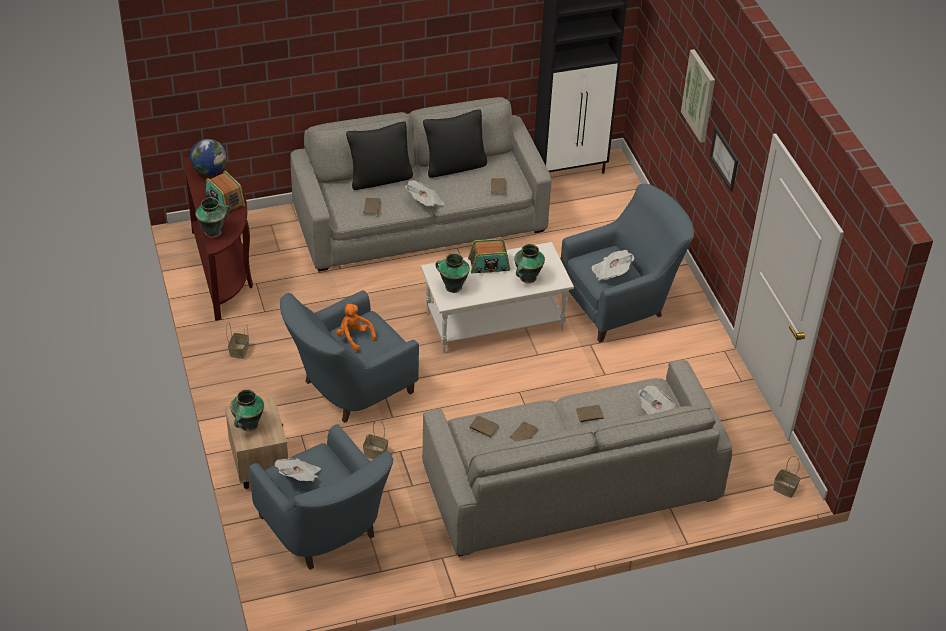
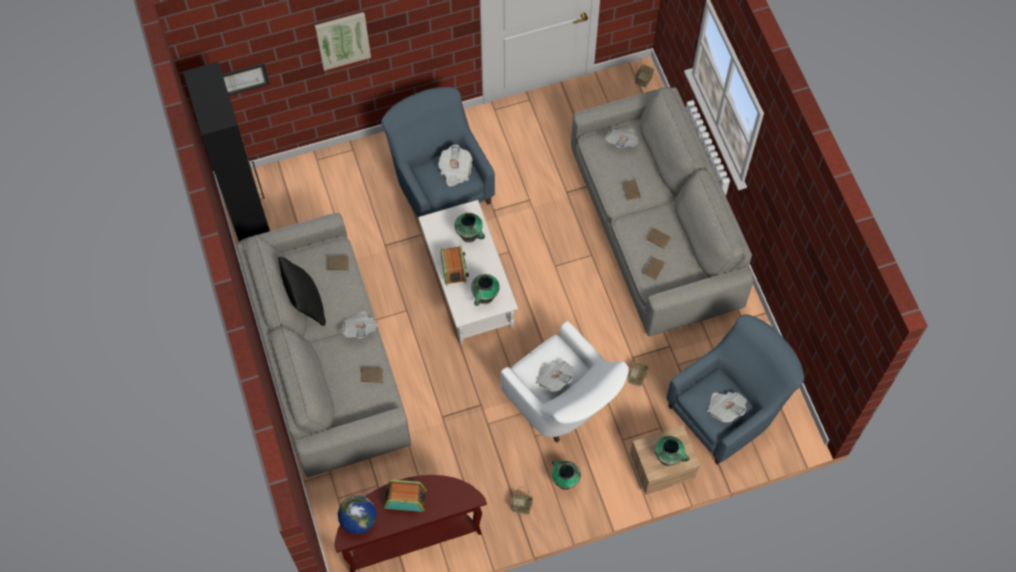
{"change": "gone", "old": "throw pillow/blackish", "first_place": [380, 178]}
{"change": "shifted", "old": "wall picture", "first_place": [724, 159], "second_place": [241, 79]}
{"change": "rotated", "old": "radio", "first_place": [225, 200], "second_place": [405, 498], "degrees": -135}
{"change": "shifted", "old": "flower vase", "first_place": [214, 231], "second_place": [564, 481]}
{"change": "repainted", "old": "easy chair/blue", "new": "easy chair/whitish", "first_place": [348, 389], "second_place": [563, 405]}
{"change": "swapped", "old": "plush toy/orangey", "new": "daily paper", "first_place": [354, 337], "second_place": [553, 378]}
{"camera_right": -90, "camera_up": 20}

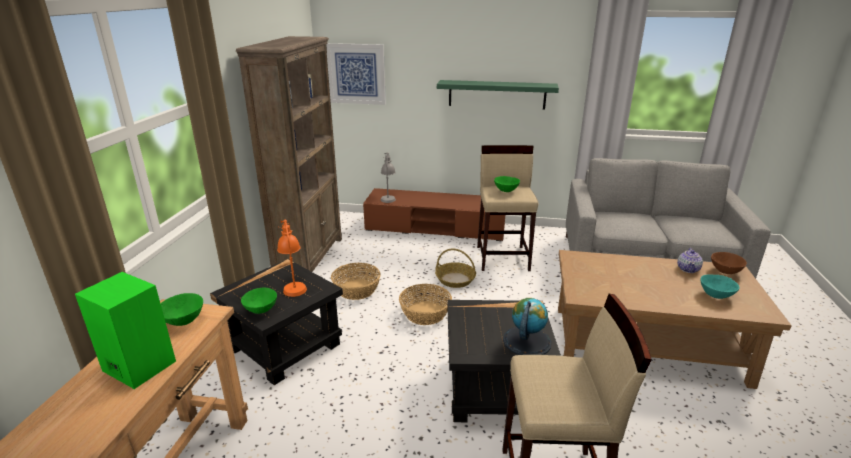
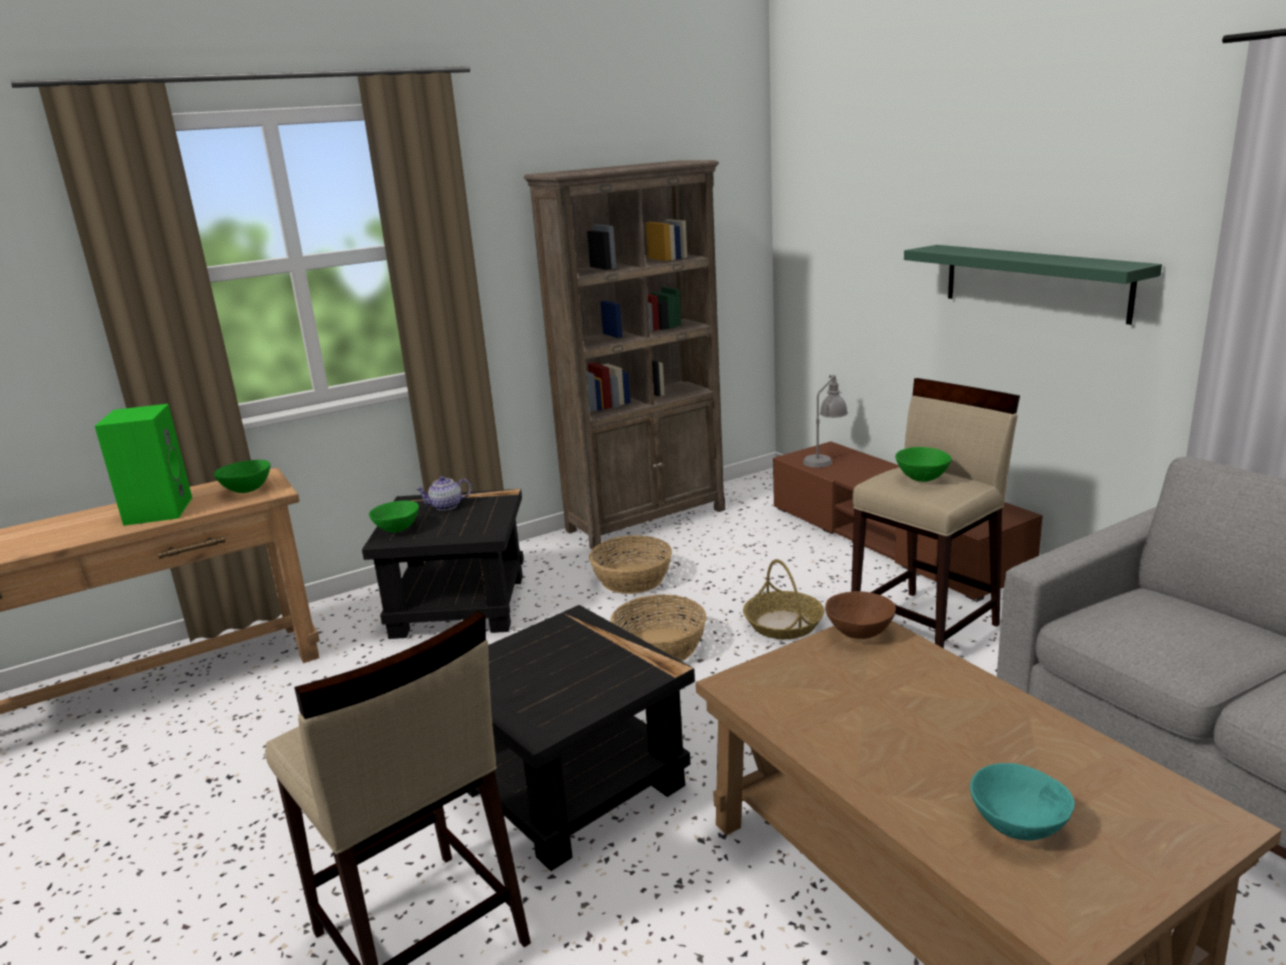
{"change": "gone", "old": "wall picture", "first_place": [356, 74]}
{"change": "gone", "old": "lamp for a table/orangey", "first_place": [293, 285]}
{"change": "shifted", "old": "pot for tea", "first_place": [688, 269], "second_place": [446, 506]}
{"change": "shifted", "old": "bowl/brownish", "first_place": [724, 271], "second_place": [859, 633]}
{"change": "gone", "old": "globe", "first_place": [526, 341]}
{"camera_right": 50, "camera_up": -5}

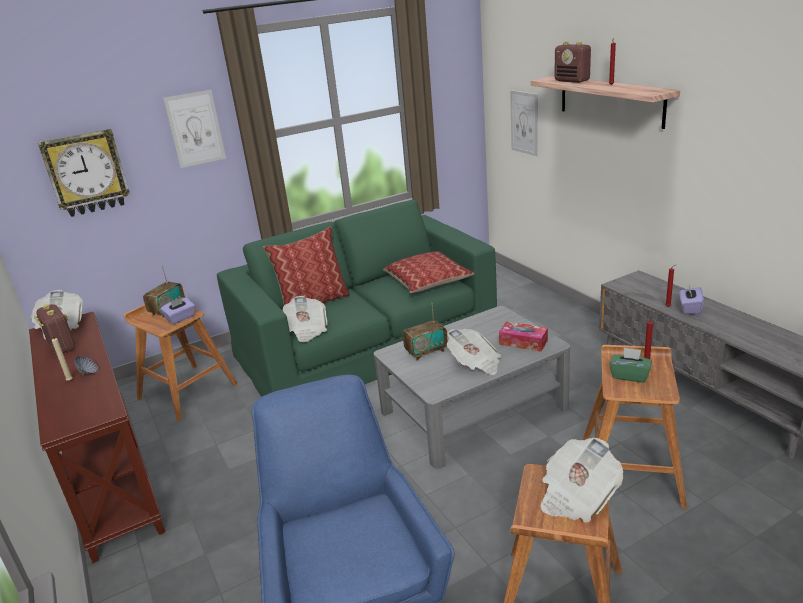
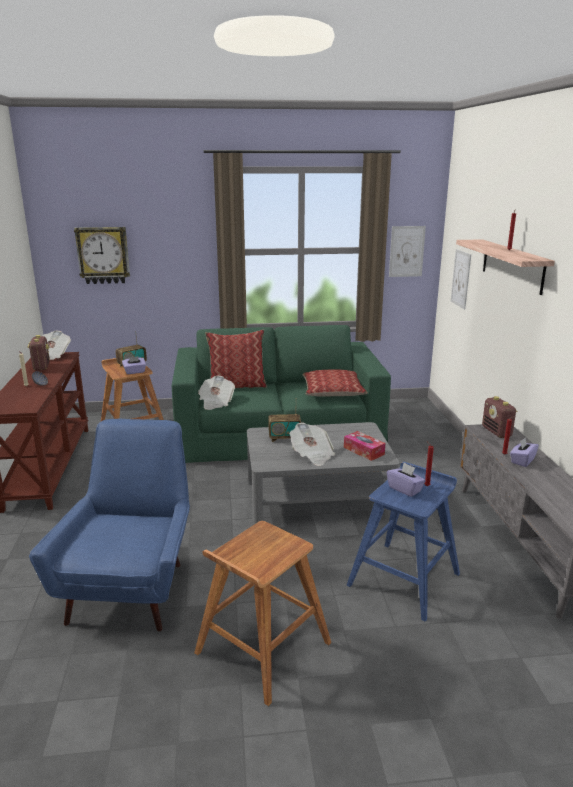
{"change": "shifted", "old": "radio", "first_place": [572, 81], "second_place": [497, 432]}
{"change": "shifted", "old": "wall picture", "first_place": [195, 129], "second_place": [406, 251]}
{"change": "repainted", "old": "sitting stool/brownish", "new": "sitting stool/blue", "first_place": [631, 469], "second_place": [404, 578]}
{"change": "repainted", "old": "tissue holder/green", "new": "tissue holder/purple", "first_place": [629, 376], "second_place": [405, 489]}
{"change": "gone", "old": "daily paper", "first_place": [577, 496]}
{"camera_right": 20, "camera_up": -5}

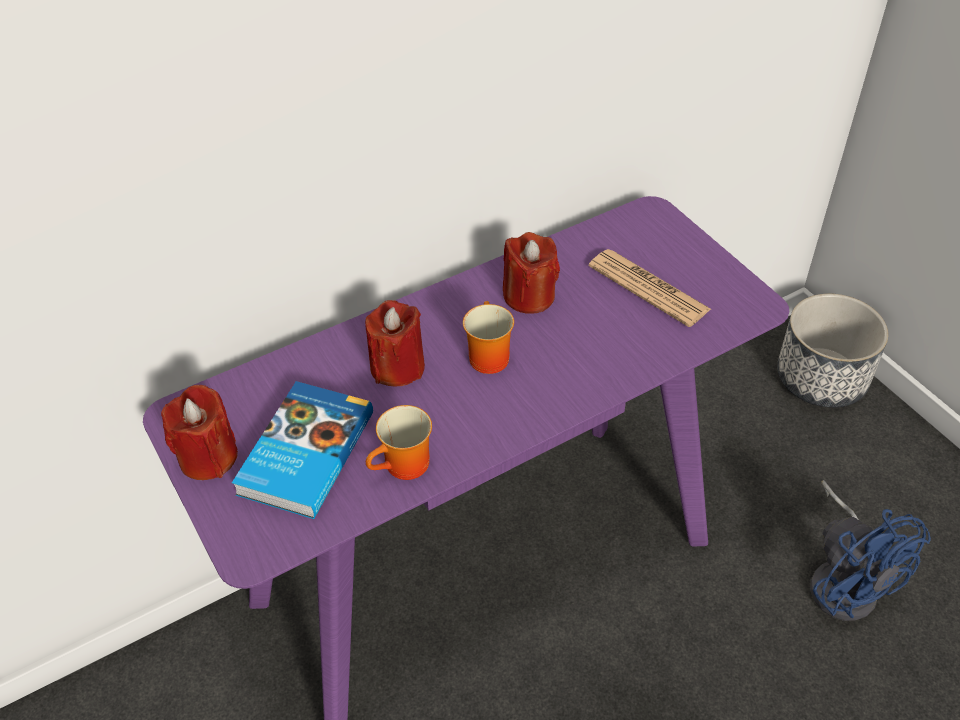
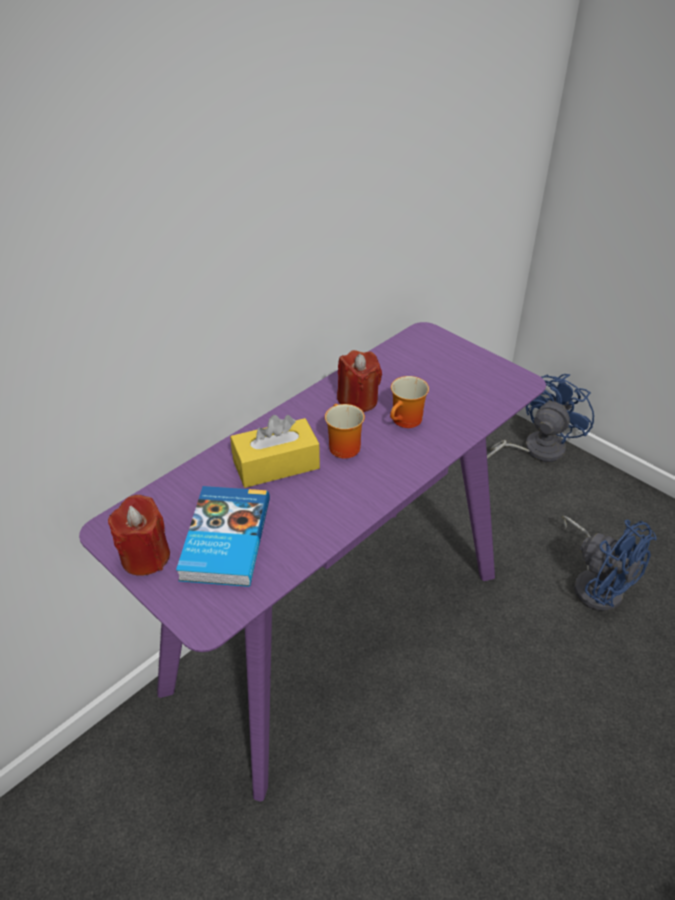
{"change": "gone", "old": "daily paper", "first_place": [648, 288]}
{"change": "swapped", "old": "plant pot", "new": "cooling fan/blue", "first_place": [820, 378], "second_place": [534, 450]}
{"change": "swapped", "old": "wax light/red", "new": "tissue holder/yellow-coloured", "first_place": [397, 367], "second_place": [276, 465]}
{"change": "shifted", "old": "coffee mug", "first_place": [405, 468], "second_place": [407, 421]}
{"camera_right": -15, "camera_up": -5}

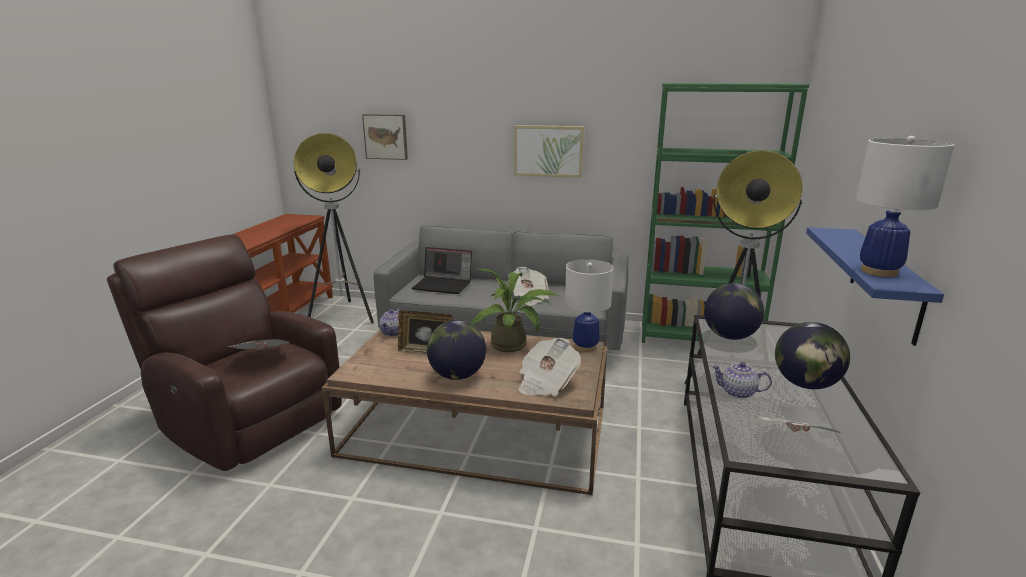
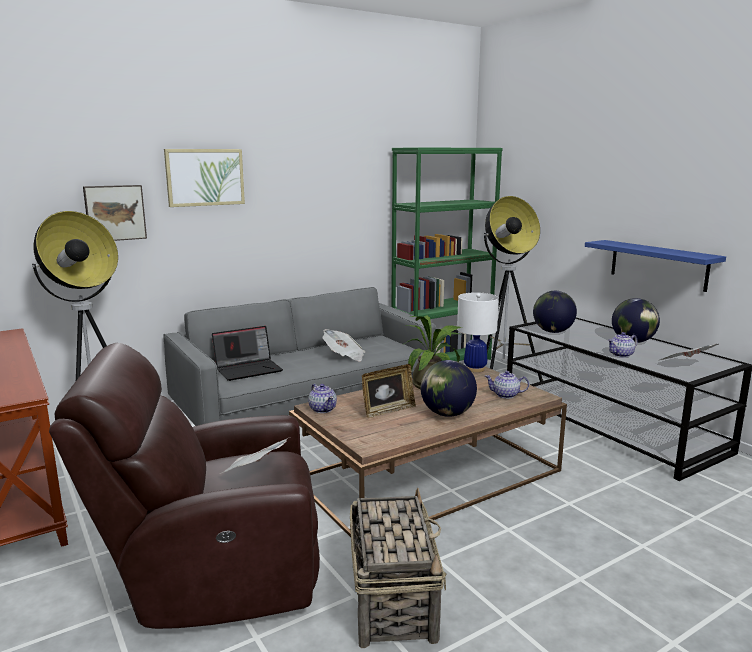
{"change": "shifted", "old": "wall picture", "first_place": [548, 151], "second_place": [205, 177]}
{"change": "gone", "old": "lamp for a table/whitish", "first_place": [879, 271]}
{"change": "swapped", "old": "daily paper", "new": "pot for tea", "first_place": [546, 383], "second_place": [506, 395]}
{"change": "new", "new": "household basket", "second_place": [392, 599]}
{"camera_right": -45, "camera_up": -5}

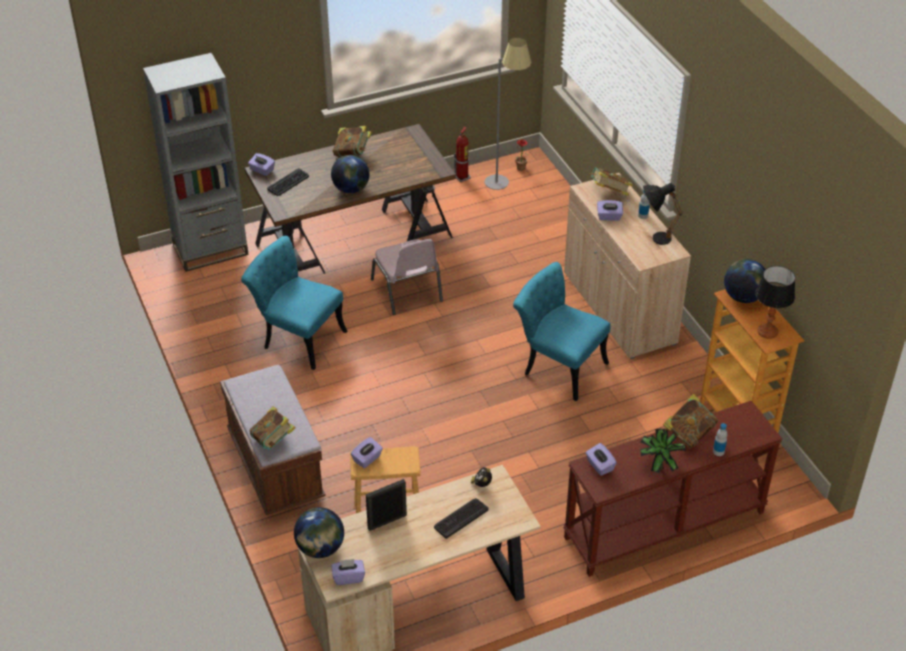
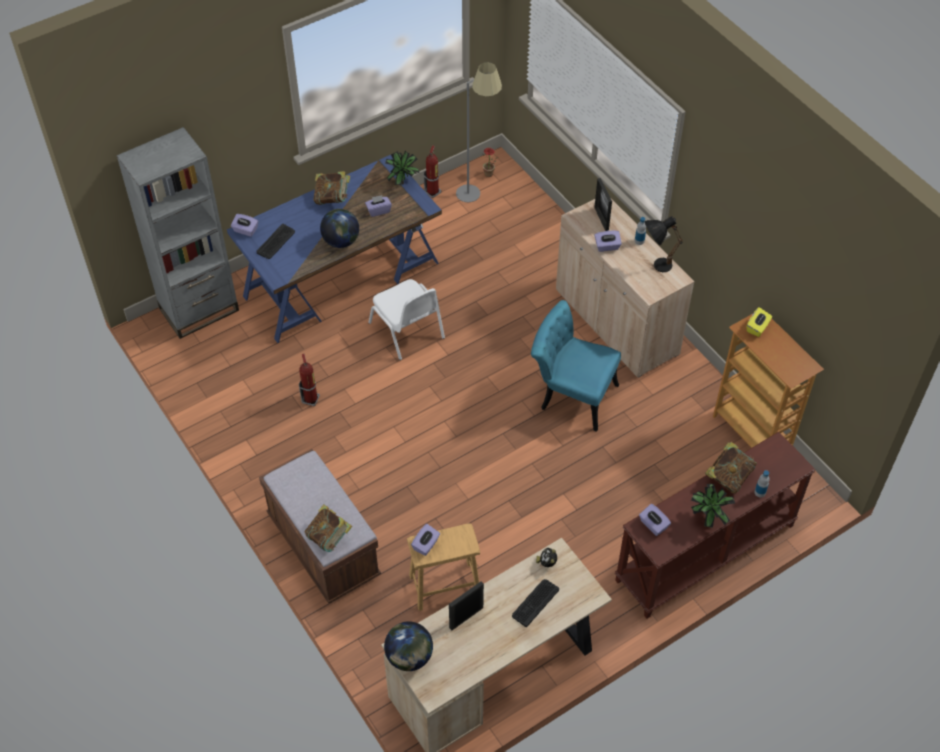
{"change": "repainted", "old": "desk unit/brownish", "new": "desk unit/blue", "first_place": [354, 240], "second_place": [341, 279]}
{"change": "swapped", "old": "bound book", "new": "picture frame", "first_place": [609, 193], "second_place": [601, 219]}
{"change": "swapped", "old": "upright chair/blue-green", "new": "fire extinguisher", "first_place": [297, 337], "second_place": [311, 399]}
{"change": "repainted", "old": "upright chair/pink-coloured", "new": "upright chair/whitish", "first_place": [407, 291], "second_place": [407, 331]}
{"change": "swapped", "old": "globe", "new": "tissue holder/yellow-coloured", "first_place": [743, 297], "second_place": [757, 328]}
{"change": "gone", "old": "lamp for a table", "first_place": [768, 331]}
{"change": "shifted", "old": "tissue holder/purple", "first_place": [348, 577], "second_place": [378, 210]}
{"change": "new", "new": "plant in a pot", "second_place": [402, 181]}
{"camera_right": -10, "camera_up": 10}

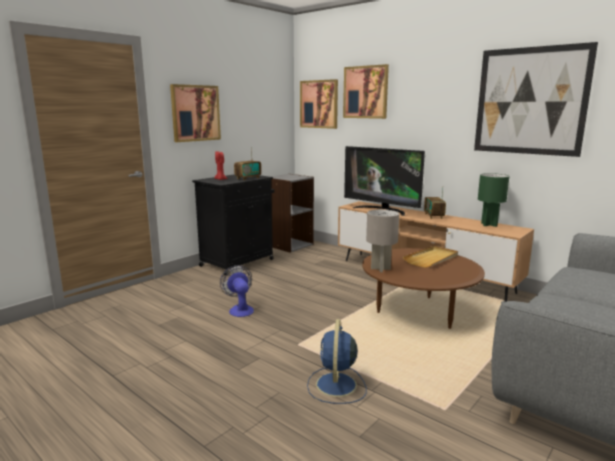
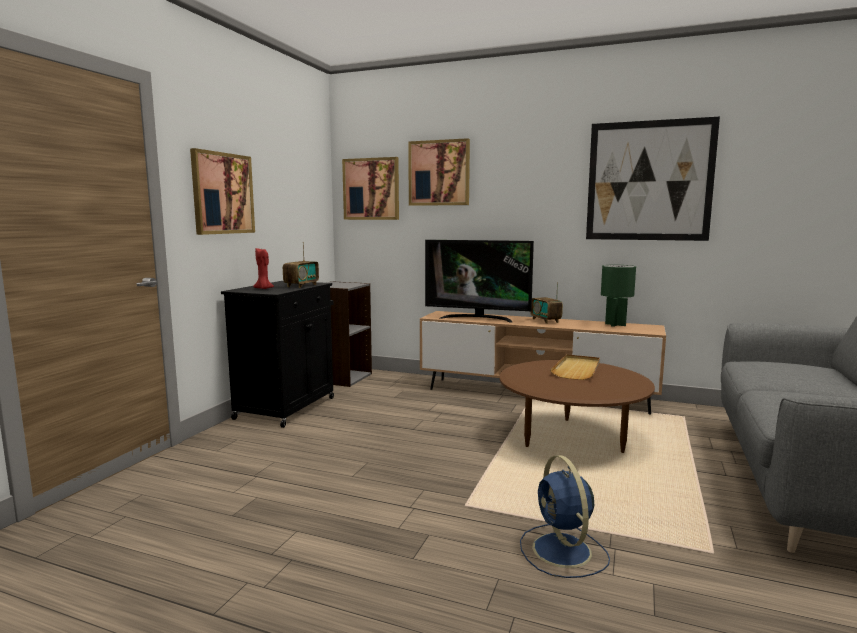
{"change": "gone", "old": "lamp for a table/greyish", "first_place": [380, 269]}
{"change": "gone", "old": "cooling fan", "first_place": [240, 309]}
{"camera_right": -20, "camera_up": -5}

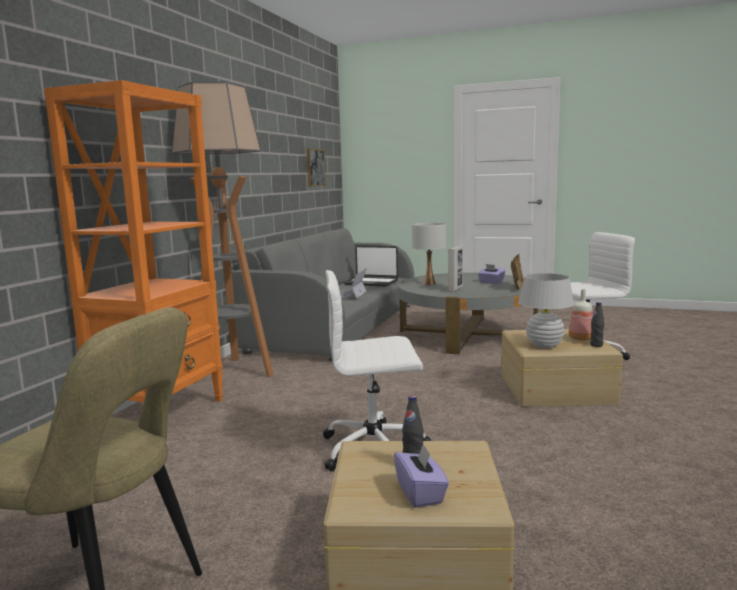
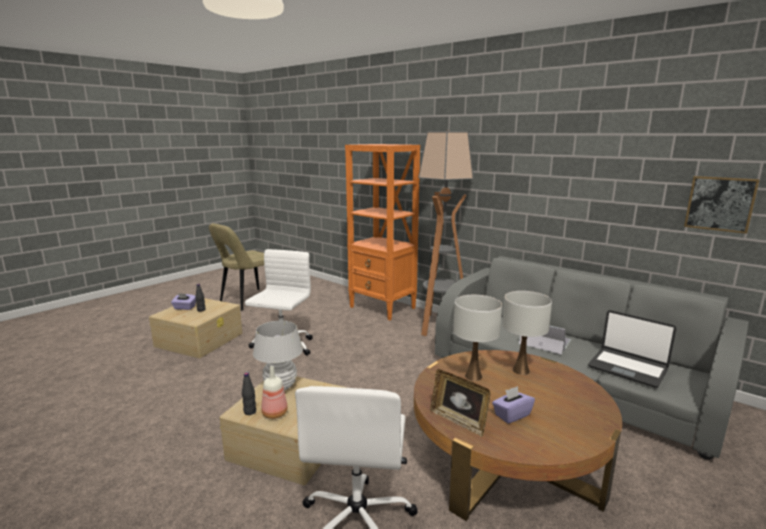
{"change": "rotated", "old": "laptop", "first_place": [371, 282], "second_place": [627, 368], "degrees": -90}
{"change": "swapped", "old": "picture frame", "new": "lamp for a table/whitish", "first_place": [455, 289], "second_place": [473, 376]}
{"change": "repainted", "old": "coffee table/greyish", "new": "coffee table/brownish", "first_place": [466, 334], "second_place": [506, 457]}
{"camera_right": 110, "camera_up": 5}

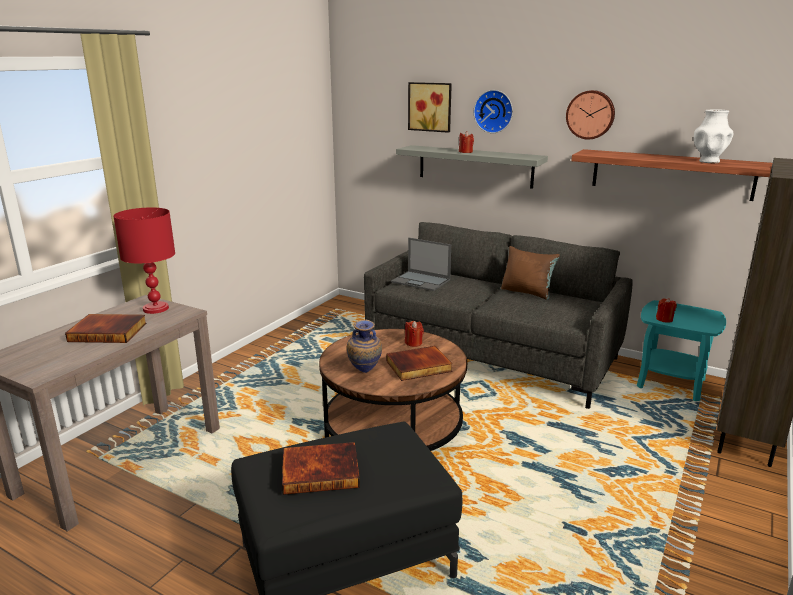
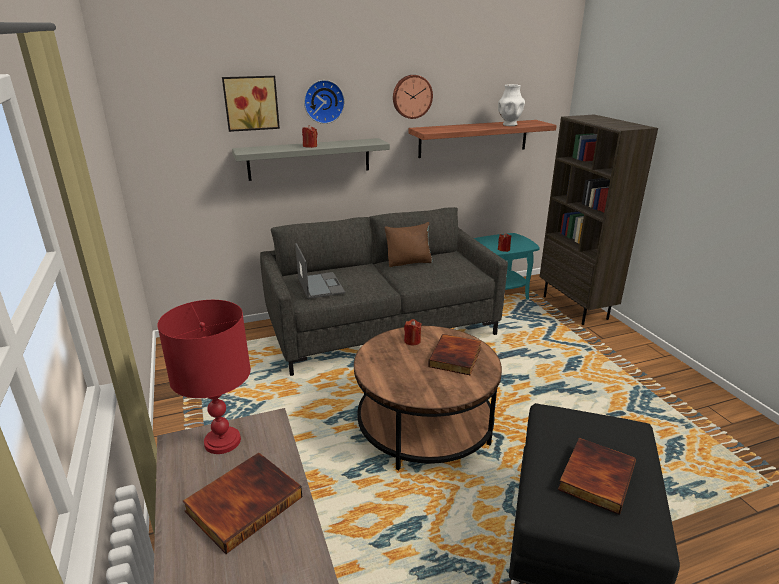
{"change": "rotated", "old": "laptop", "first_place": [421, 281], "second_place": [320, 285], "degrees": -90}
{"change": "gone", "old": "flower vase", "first_place": [364, 373]}
{"camera_right": -50, "camera_up": 5}

